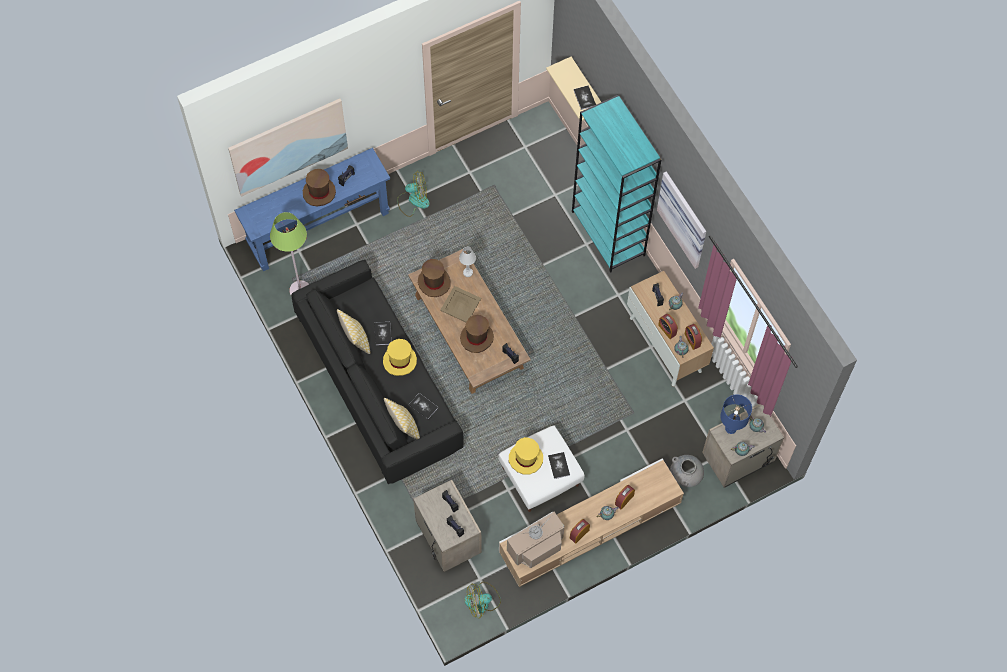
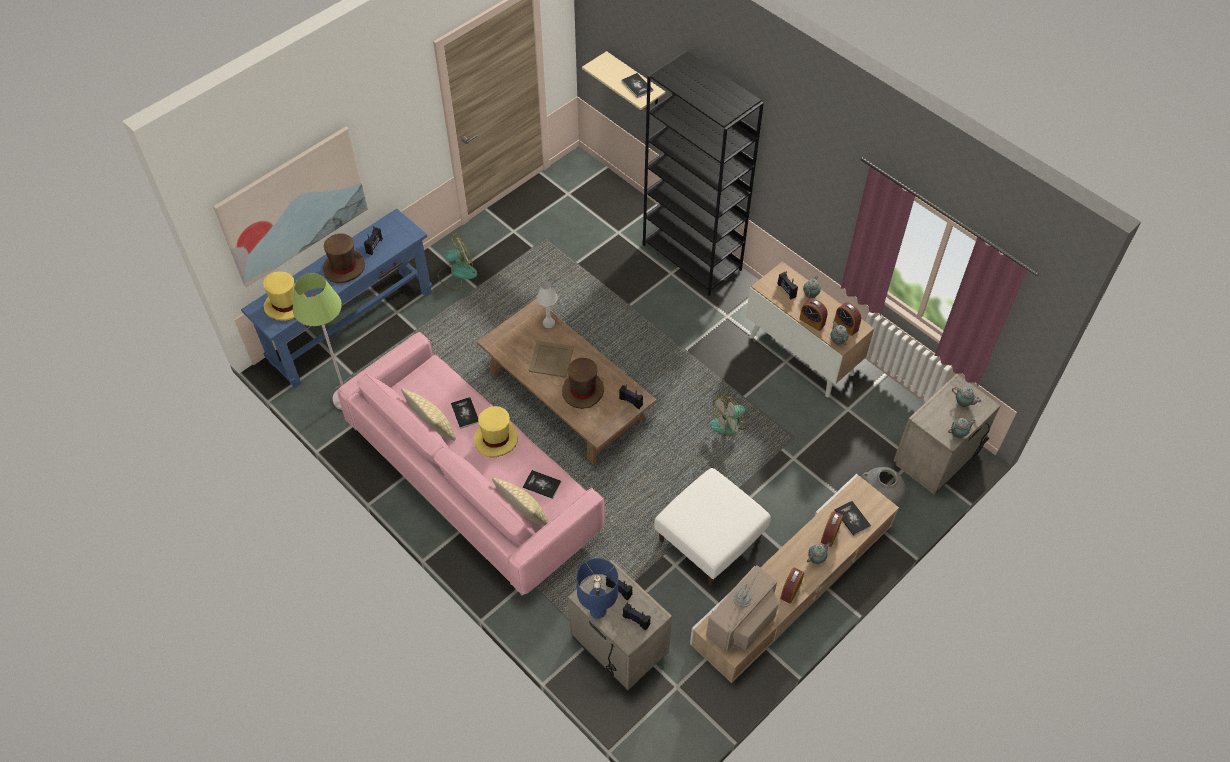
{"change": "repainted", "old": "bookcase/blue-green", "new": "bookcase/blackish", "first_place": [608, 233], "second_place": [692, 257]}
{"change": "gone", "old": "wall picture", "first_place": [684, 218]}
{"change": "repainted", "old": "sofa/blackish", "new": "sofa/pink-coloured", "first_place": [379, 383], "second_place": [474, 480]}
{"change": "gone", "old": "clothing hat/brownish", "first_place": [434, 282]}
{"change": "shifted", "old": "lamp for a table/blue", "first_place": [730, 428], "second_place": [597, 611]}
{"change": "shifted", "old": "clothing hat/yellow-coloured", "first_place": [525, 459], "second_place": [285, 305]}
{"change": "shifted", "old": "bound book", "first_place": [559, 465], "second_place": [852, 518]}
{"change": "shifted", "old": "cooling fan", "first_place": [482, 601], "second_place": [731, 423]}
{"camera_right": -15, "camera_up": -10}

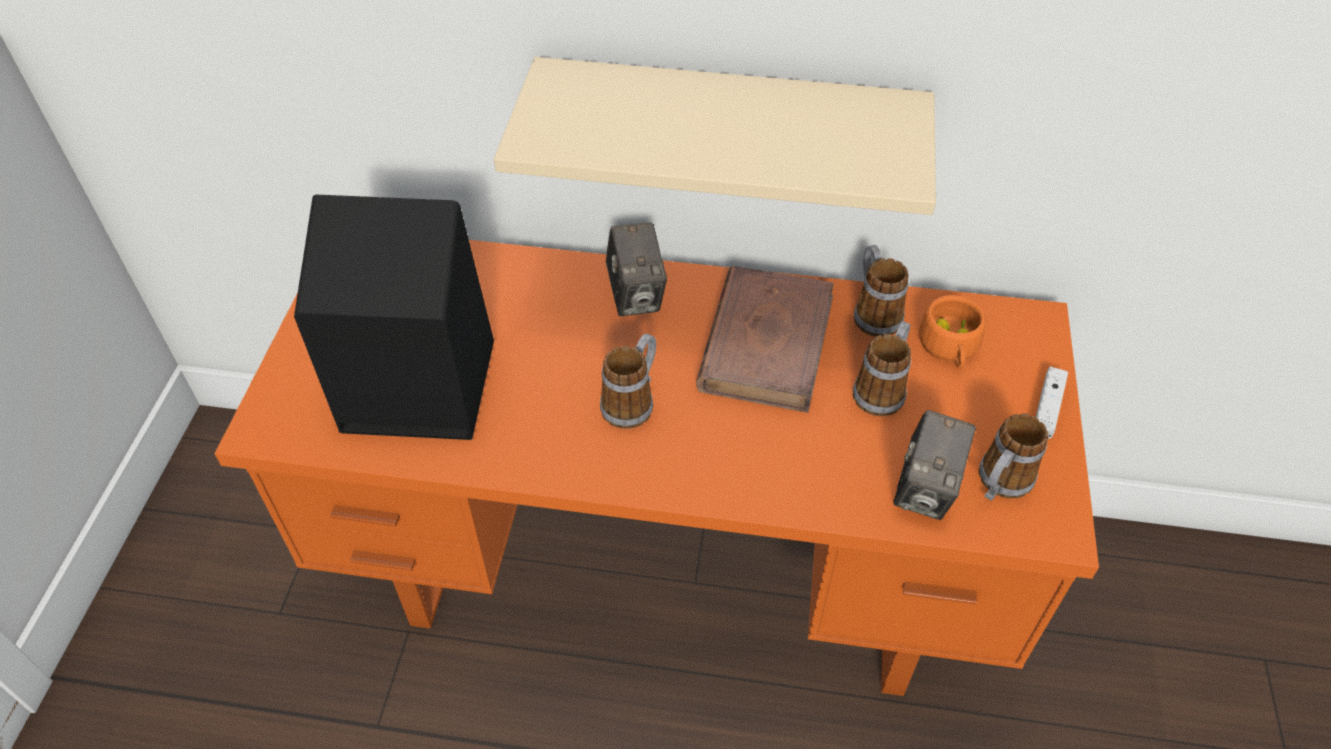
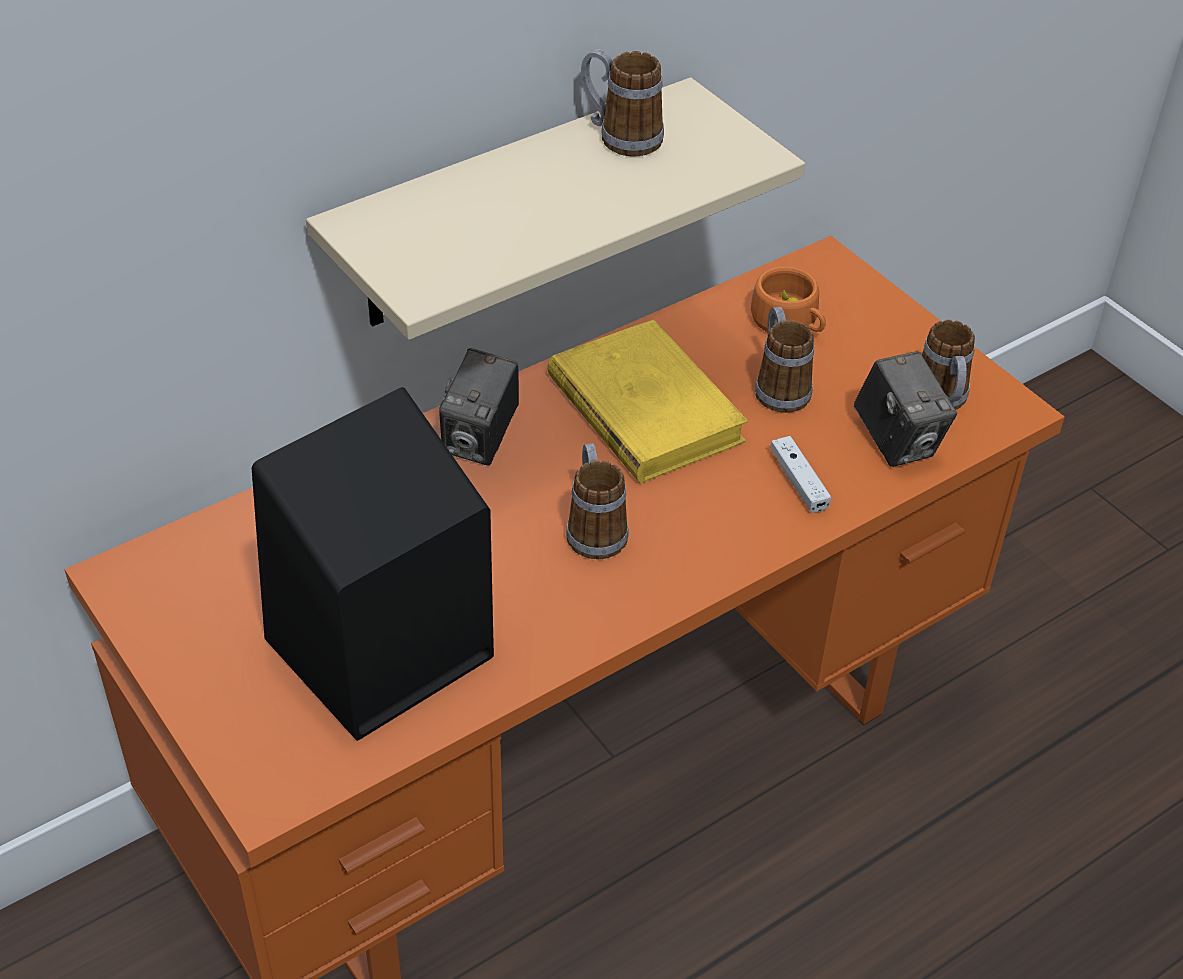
{"change": "rotated", "old": "photo camera", "first_place": [636, 295], "second_place": [481, 440], "degrees": 75}
{"change": "shifted", "old": "coffee mug", "first_place": [873, 312], "second_place": [620, 136]}
{"change": "repainted", "old": "bound book/brownish", "new": "bound book/yellow-coloured", "first_place": [766, 343], "second_place": [644, 408]}
{"change": "shifted", "old": "game controller/whitish", "first_place": [1047, 408], "second_place": [798, 482]}
{"camera_right": -45, "camera_up": -5}

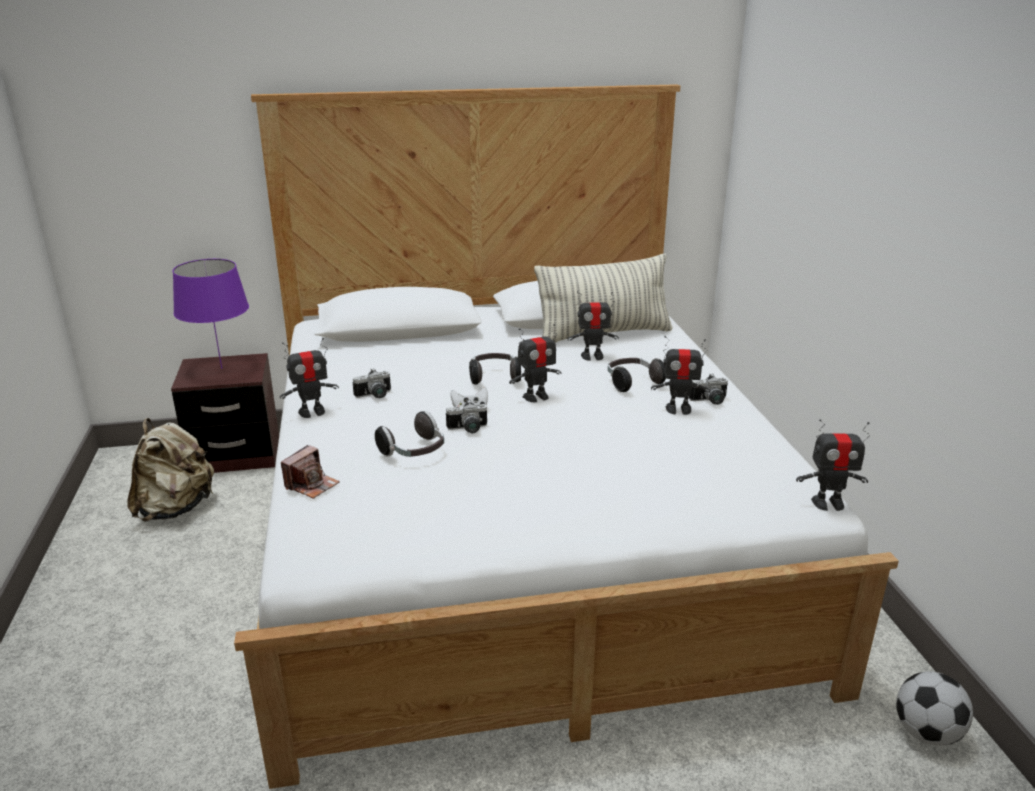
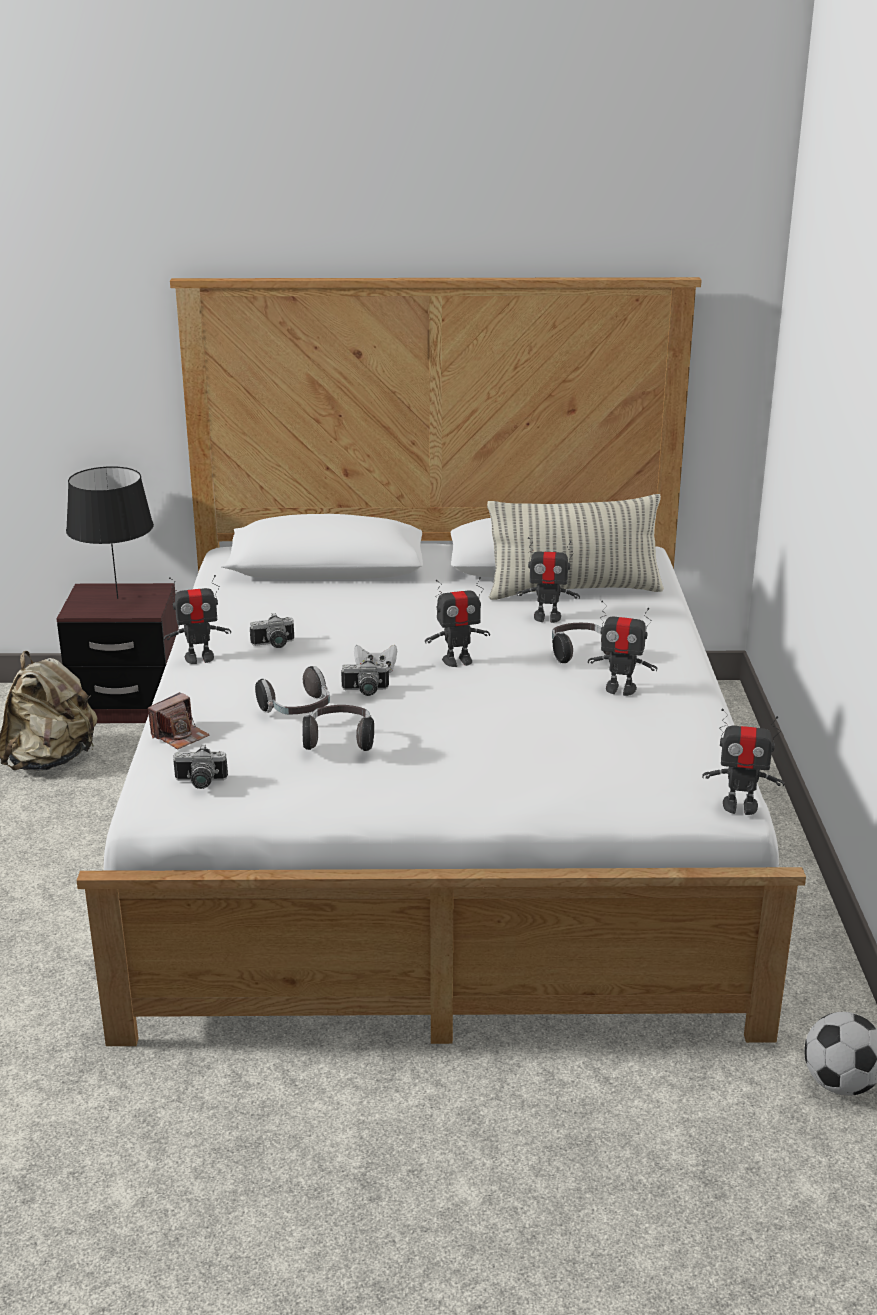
{"change": "repainted", "old": "lamp for a table/purple", "new": "lamp for a table/blackish", "first_place": [221, 369], "second_place": [117, 599]}
{"change": "shifted", "old": "headphones", "first_place": [494, 377], "second_place": [340, 740]}
{"change": "shifted", "old": "photo camera", "first_place": [710, 401], "second_place": [200, 783]}
{"camera_right": 10, "camera_up": 0}

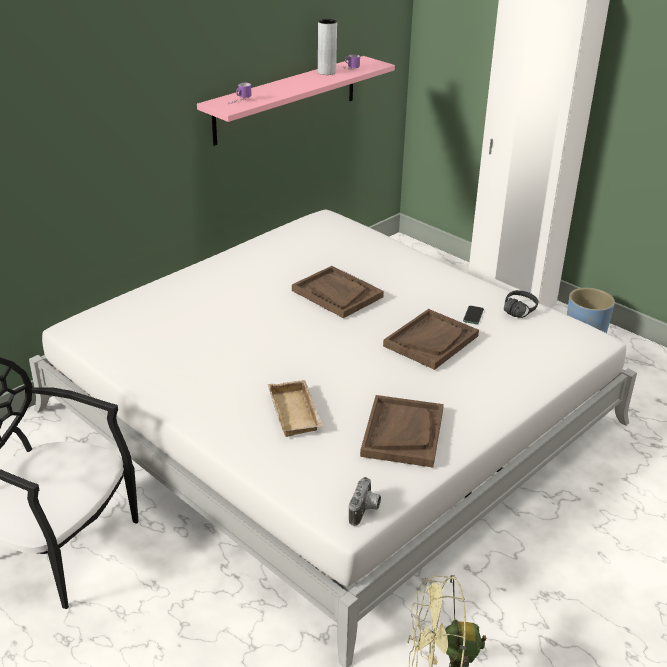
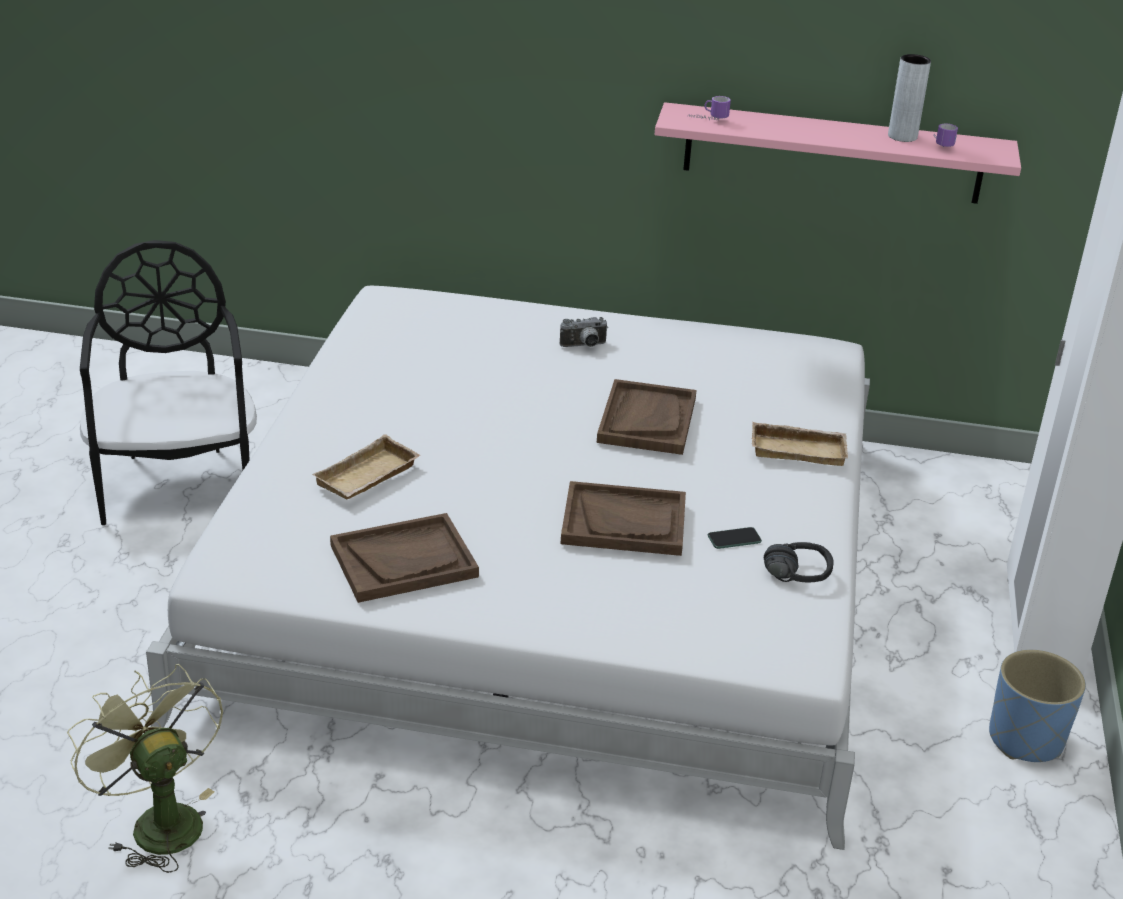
{"change": "shifted", "old": "photo camera", "first_place": [365, 511], "second_place": [584, 346]}
{"change": "new", "new": "tray/sand-coloured", "second_place": [799, 449]}
{"camera_right": 55, "camera_up": 0}

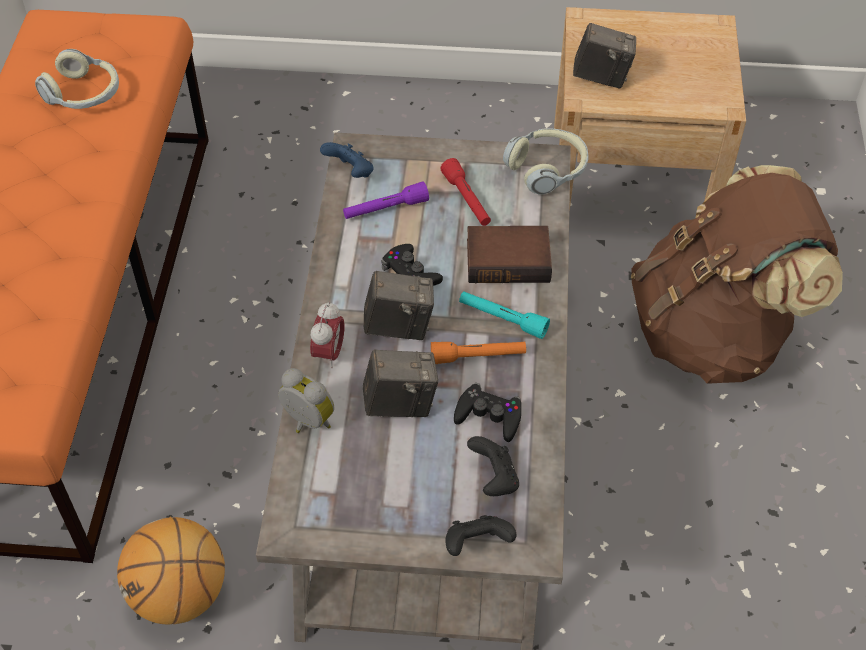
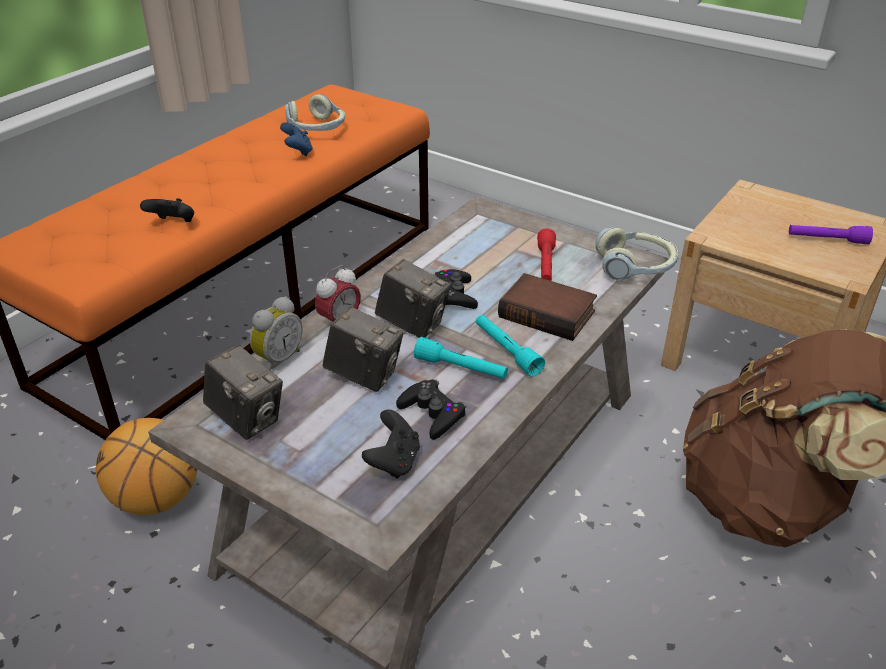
{"change": "shifted", "old": "photo camera", "first_place": [601, 77], "second_place": [247, 419]}
{"change": "shifted", "old": "game controller/blue", "first_place": [350, 172], "second_place": [298, 151]}
{"change": "shifted", "old": "flashlight/purple", "first_place": [385, 209], "second_place": [827, 240]}
{"change": "repainted", "old": "flashlight/orangey", "new": "flashlight/blue-green", "first_place": [478, 357], "second_place": [461, 368]}
{"change": "rotated", "old": "alarm clock", "first_place": [306, 422], "second_place": [277, 359], "degrees": 60}
{"change": "shifted", "old": "game controller/blackish", "first_place": [477, 544], "second_place": [173, 223]}
{"camera_right": 30, "camera_up": -15}

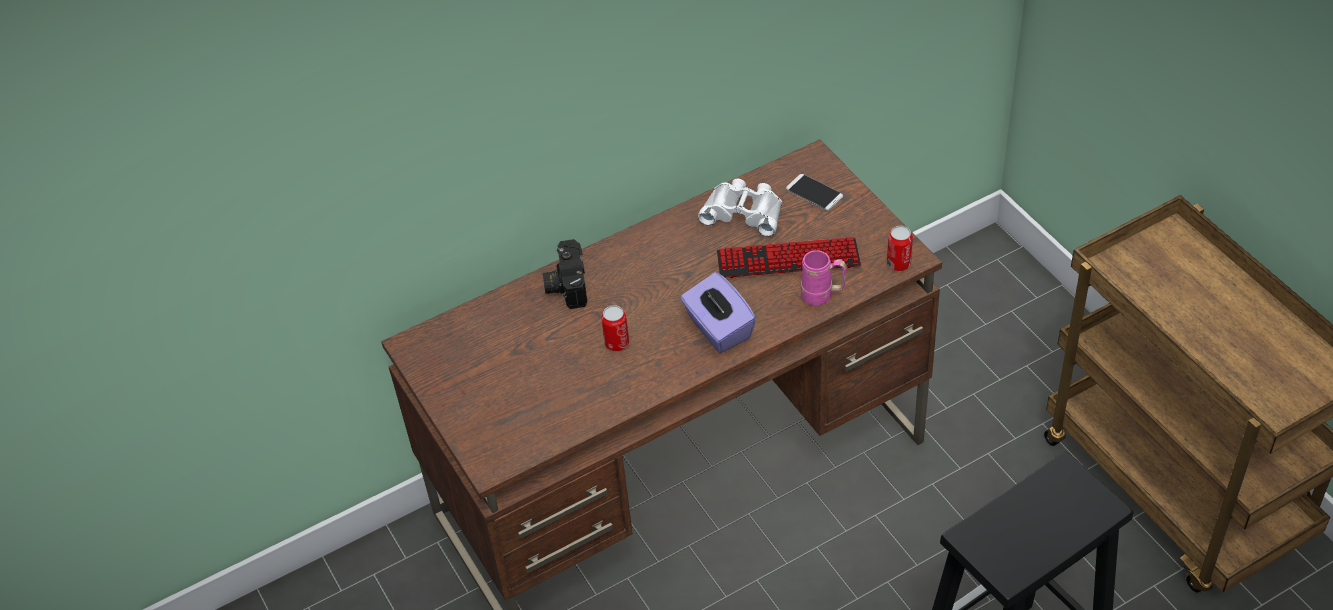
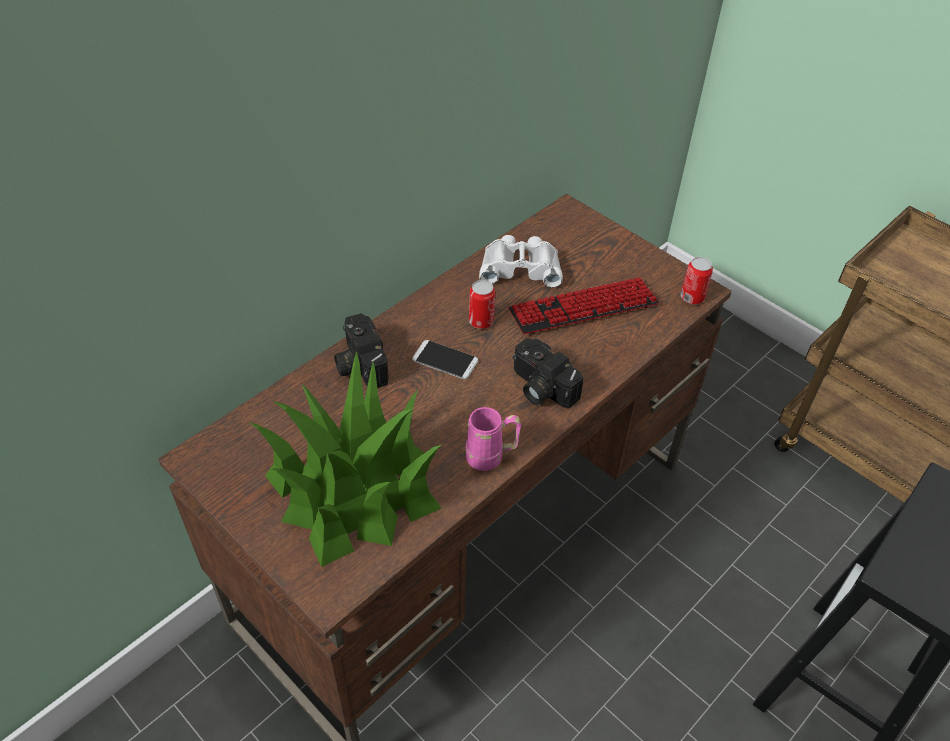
{"change": "shifted", "old": "telephone", "first_place": [814, 193], "second_place": [445, 360]}
{"change": "shifted", "old": "coffee mug/pink-coloured", "first_place": [823, 296], "second_place": [491, 457]}
{"change": "swapped", "old": "tissue holder/purple", "new": "photo camera", "first_place": [718, 329], "second_place": [540, 388]}
{"change": "shifted", "old": "sealed can", "first_place": [617, 343], "second_place": [481, 321]}
{"change": "new", "new": "plant in a pot", "second_place": [354, 489]}
{"camera_right": -20, "camera_up": 0}

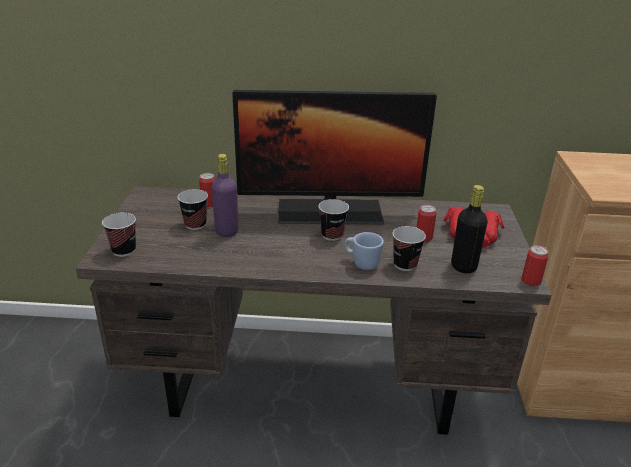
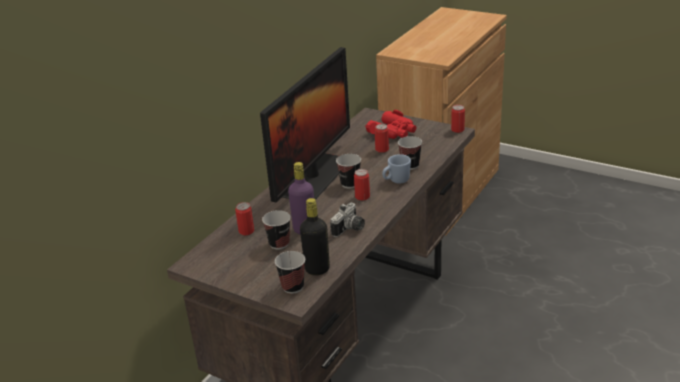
{"change": "shifted", "old": "bottle/blackish", "first_place": [463, 267], "second_place": [317, 269]}
{"change": "new", "new": "sealed can", "second_place": [362, 197]}
{"change": "new", "new": "photo camera", "second_place": [350, 229]}
{"camera_right": -60, "camera_up": 0}

